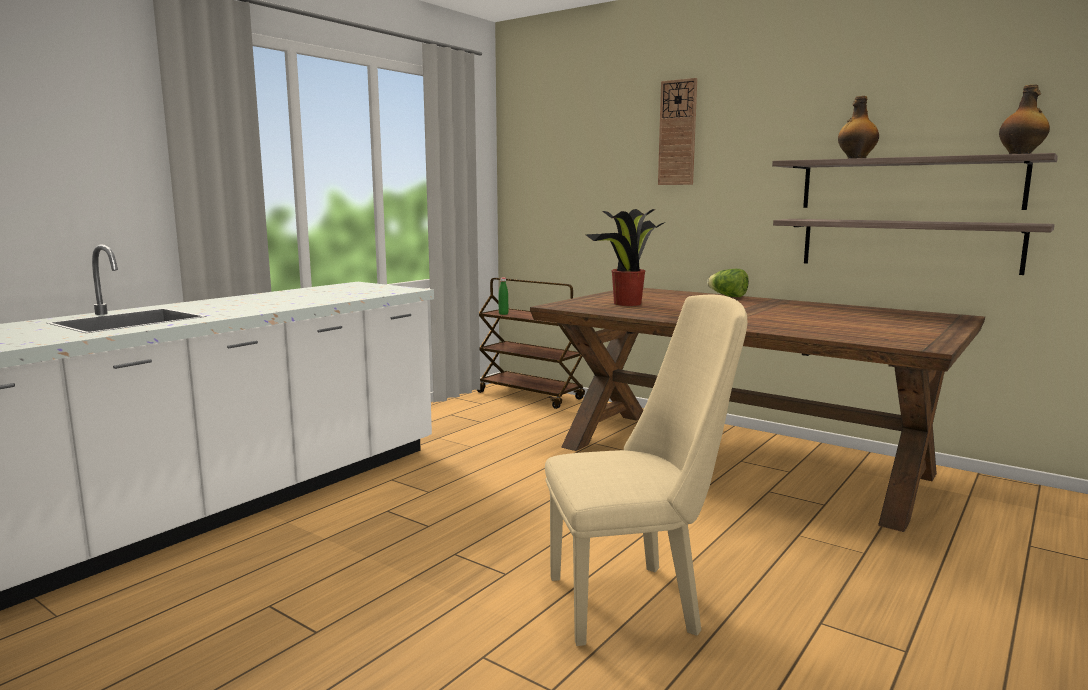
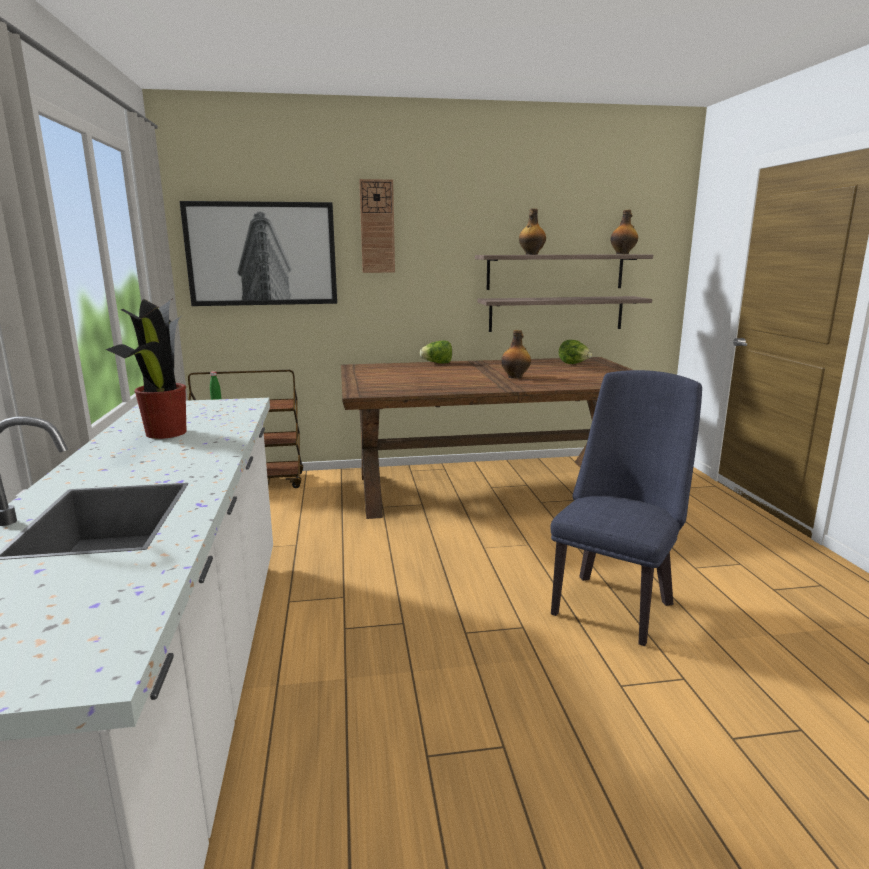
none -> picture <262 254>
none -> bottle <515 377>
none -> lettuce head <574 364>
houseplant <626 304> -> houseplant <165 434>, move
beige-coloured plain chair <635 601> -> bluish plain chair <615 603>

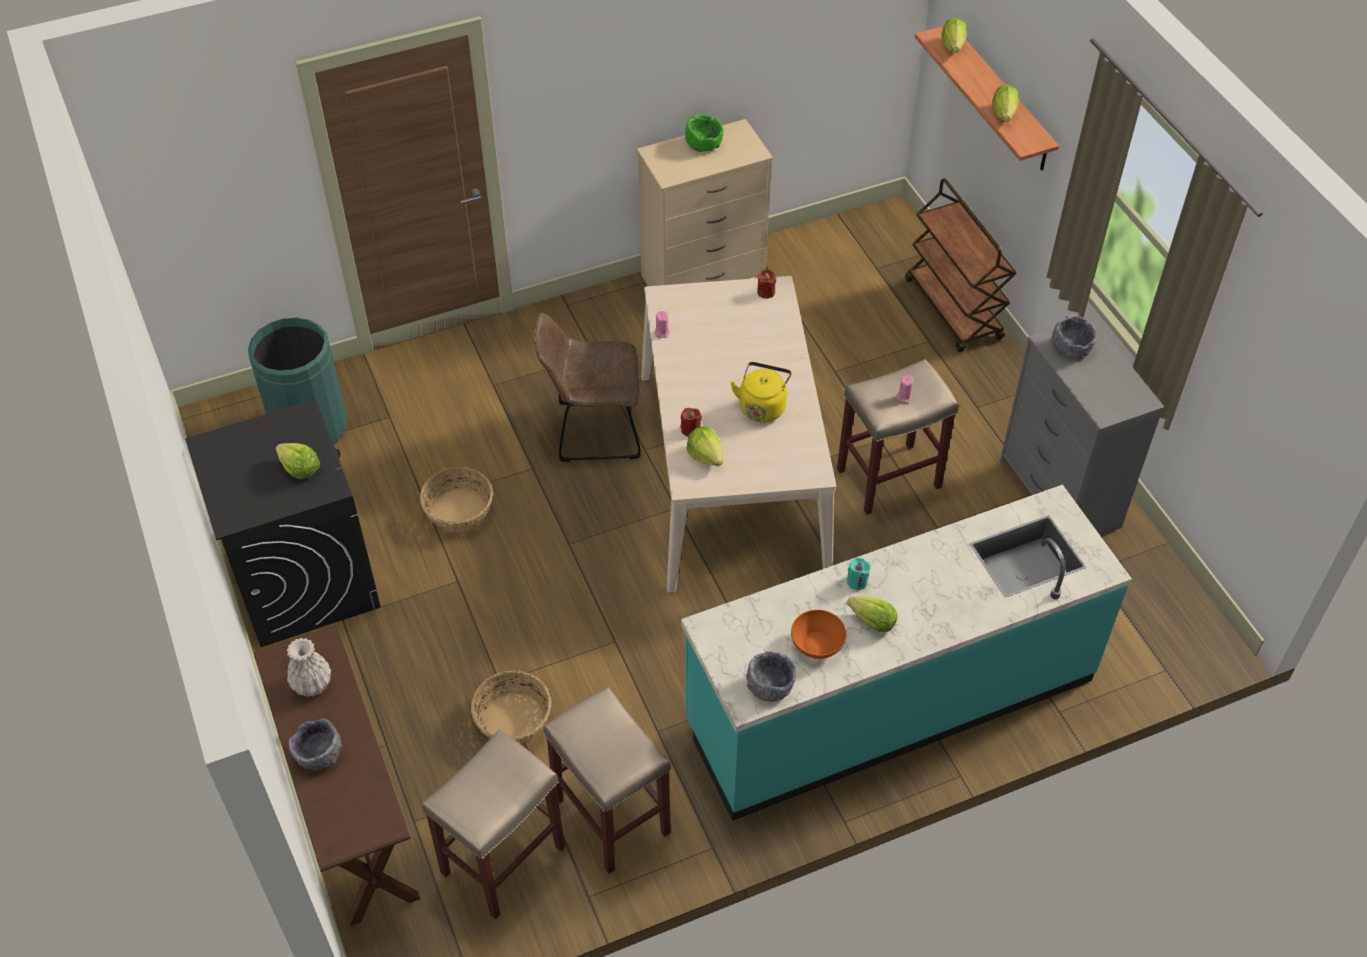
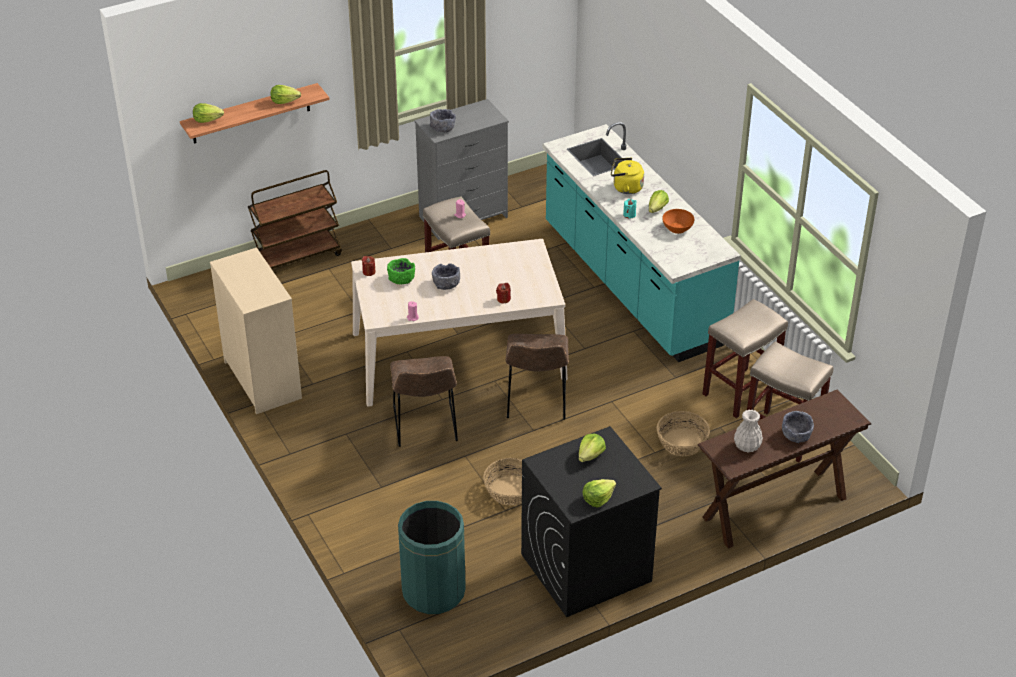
none -> brownish plain chair <536 402>
greenish bowl <704 143> -> greenish bowl <401 278>, move
lettuce head <706 455> -> lettuce head <598 498>, move
yellowish kettle <762 406> -> yellowish kettle <625 188>, move
grey bowl <770 685> -> grey bowl <446 284>, move

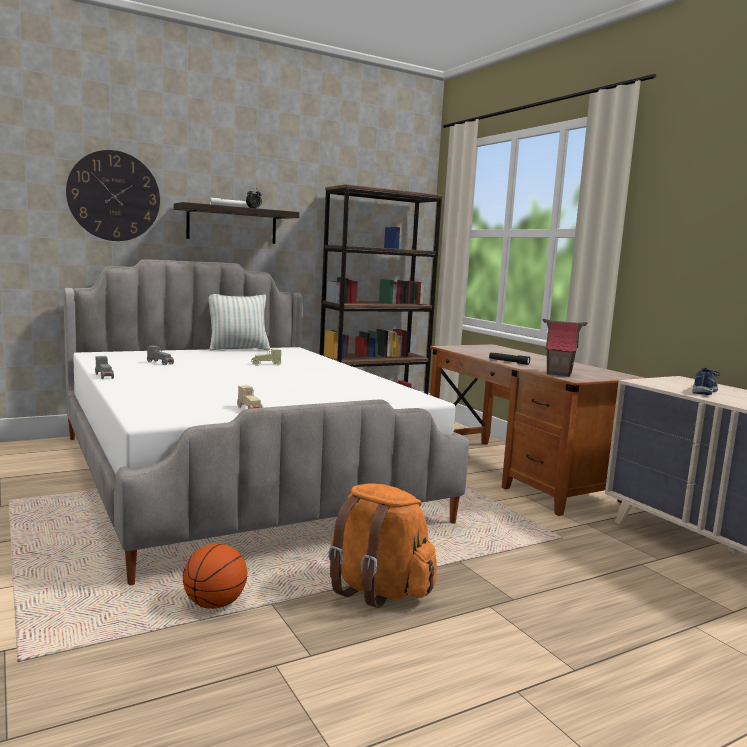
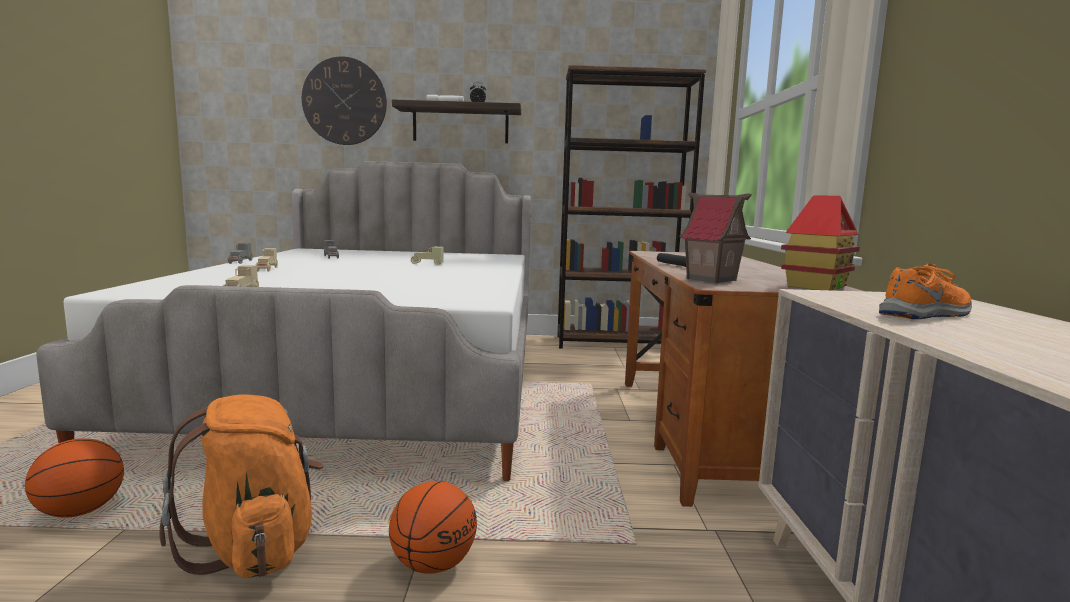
cushion <238 349> -> none
none -> beige-coloured miniature car <267 269>
none -> basketball ball <433 564>
none -> miniature house <816 286>
bluish item of footwear <704 391> -> orangey item of footwear <927 314>

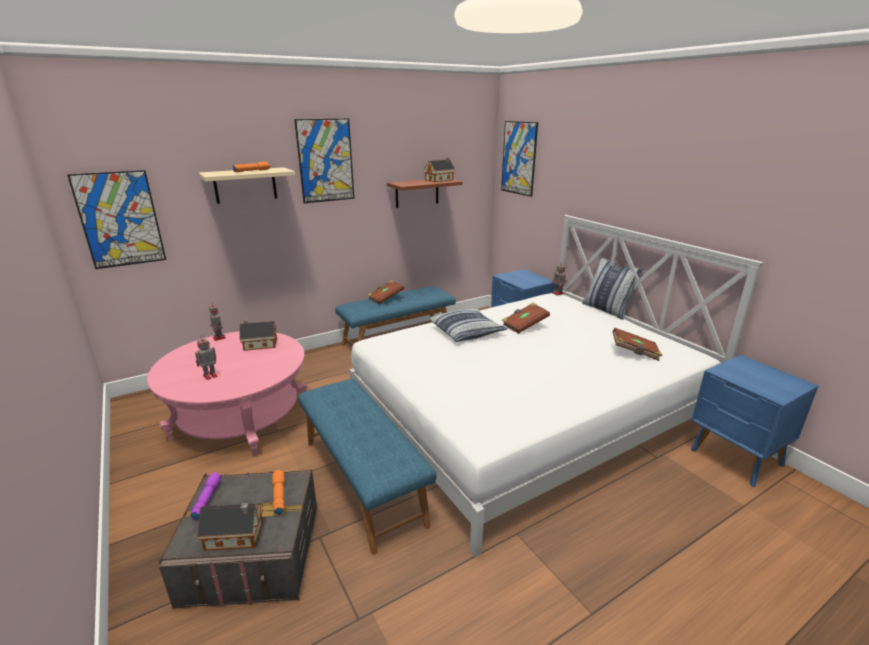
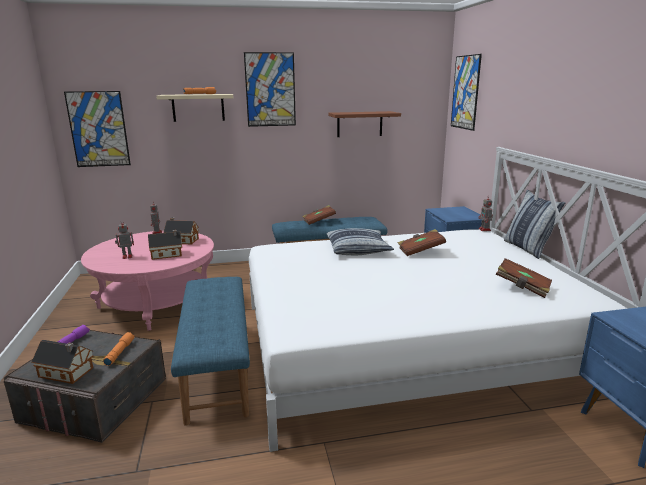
miniature house <440 180> -> miniature house <168 254>, move

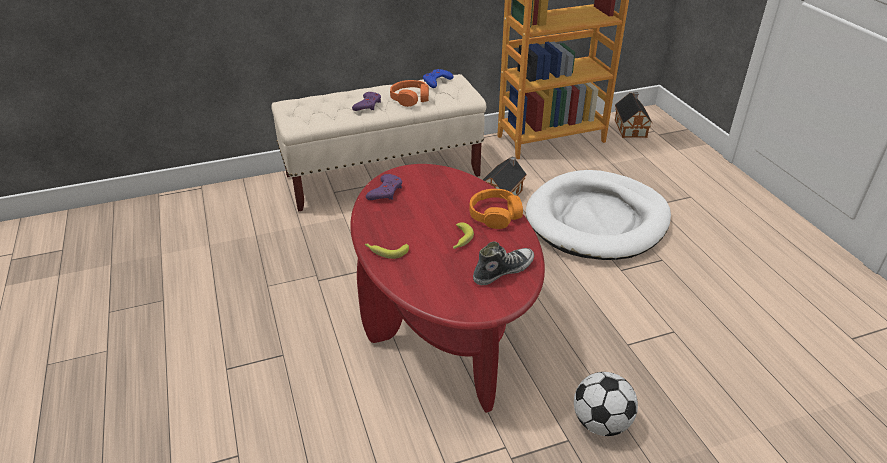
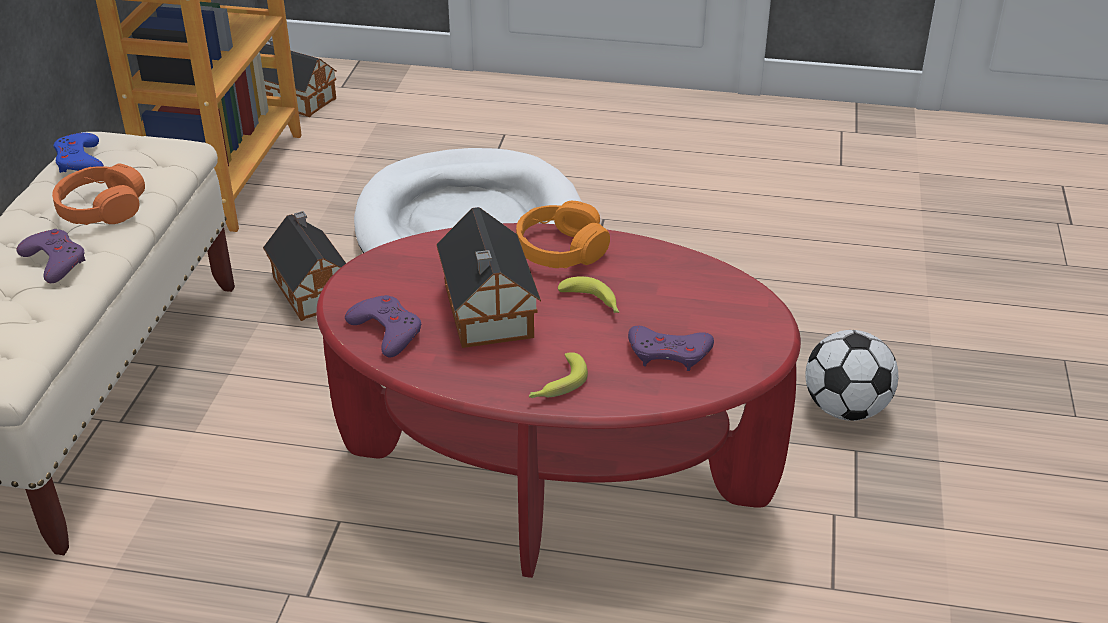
item of footwear <503 271> -> none
none -> miniature house <487 313>
none -> purple-coloured joypad <669 353>

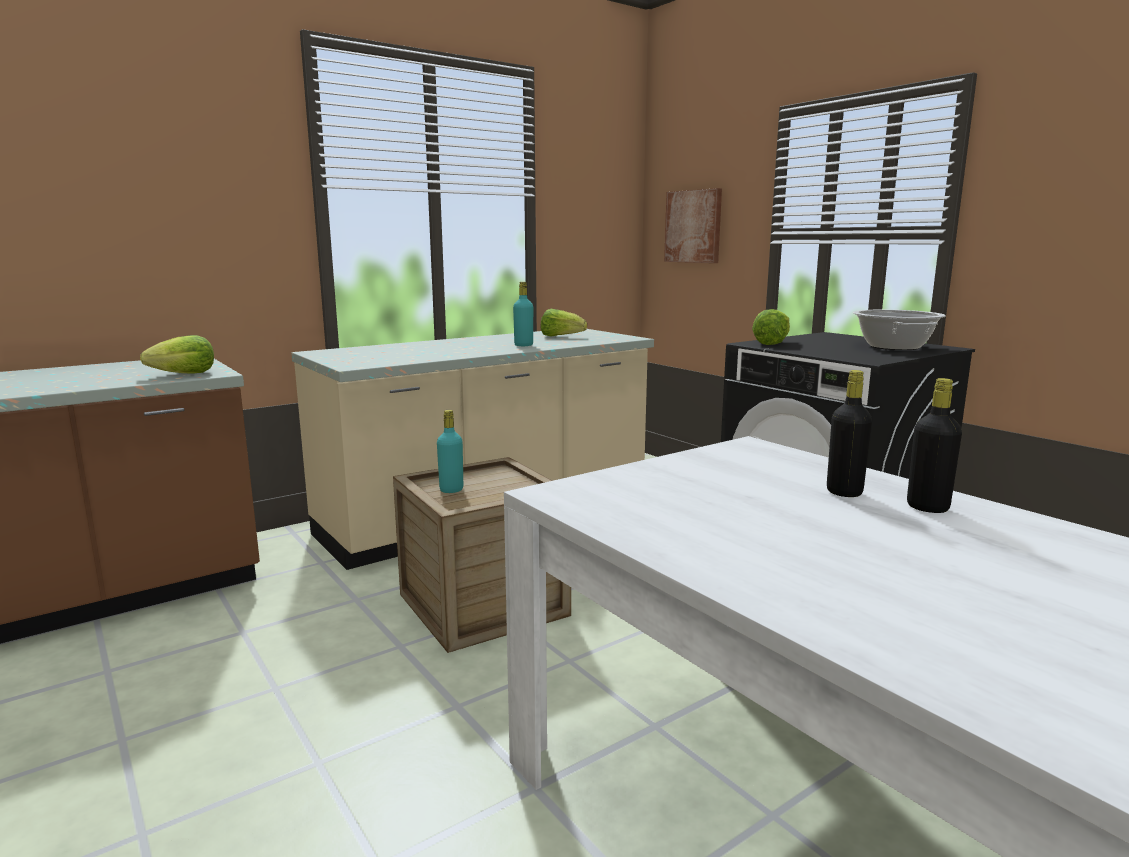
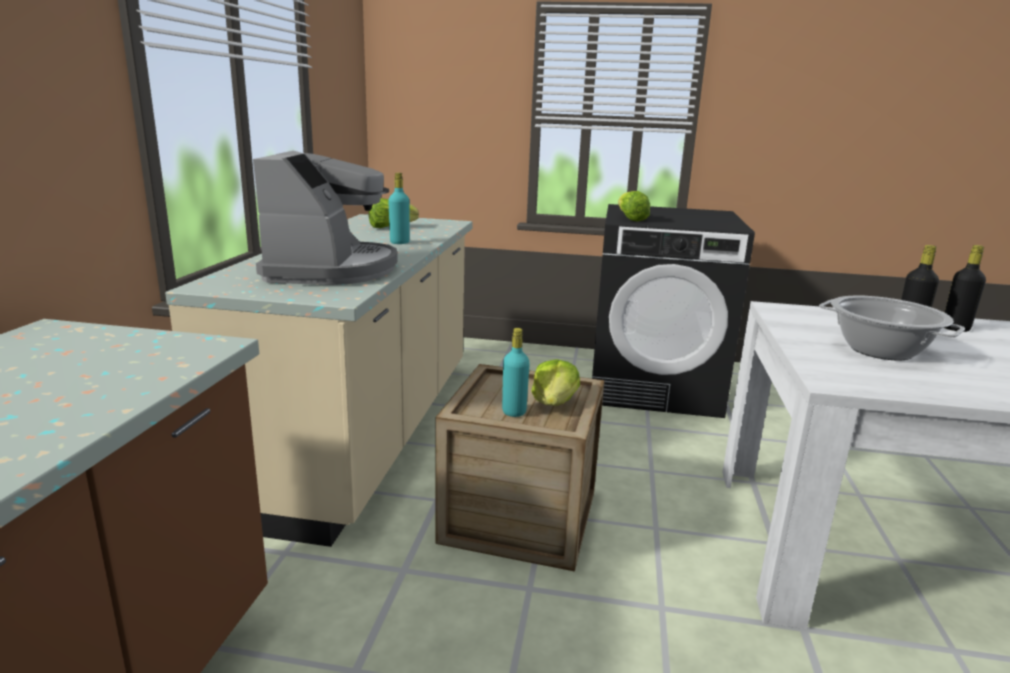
picture <693 226> -> none
none -> coffee brewer <332 269>
lettuce head <184 374> -> lettuce head <554 402>, move
cooking pot <893 347> -> cooking pot <880 350>, move

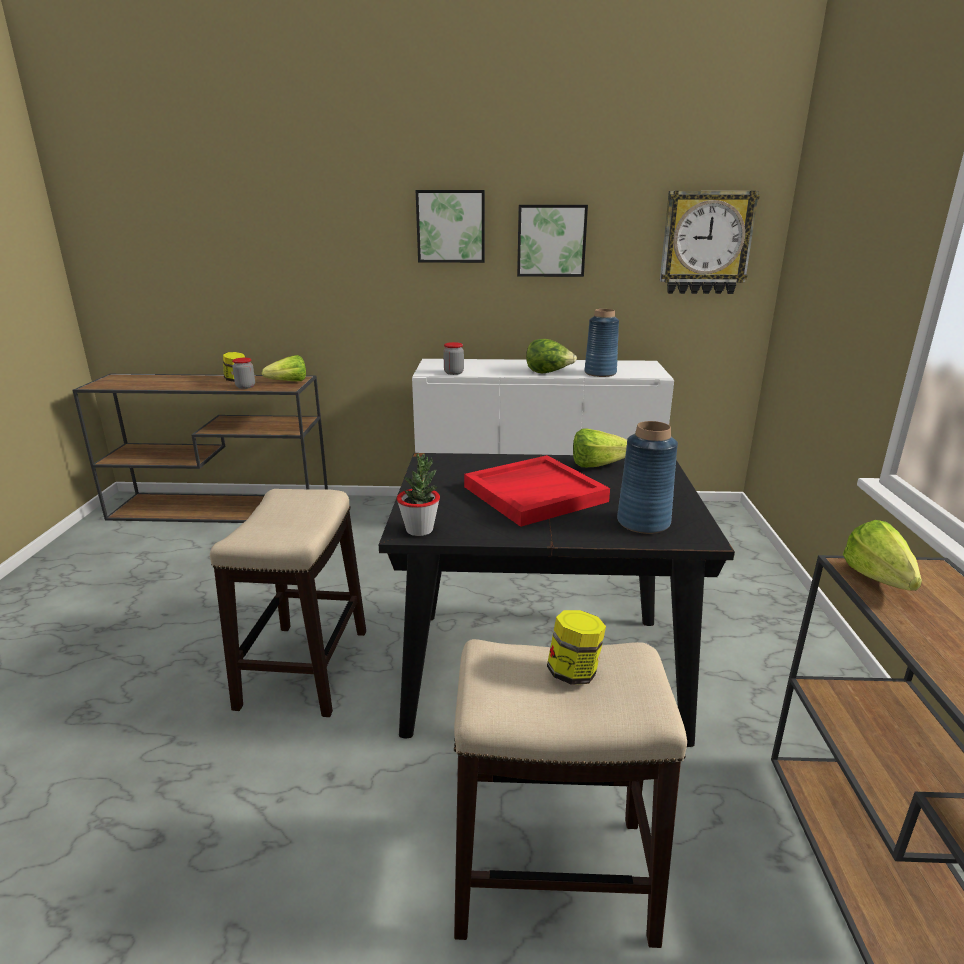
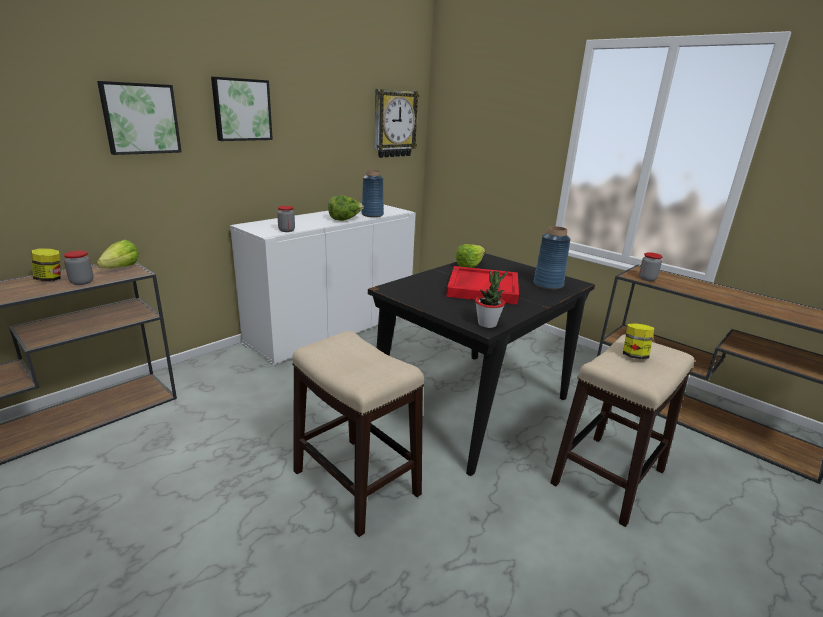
picture <551 240> -> picture <140 118>, move
lettuce head <880 584> -> preserve jar <647 279>

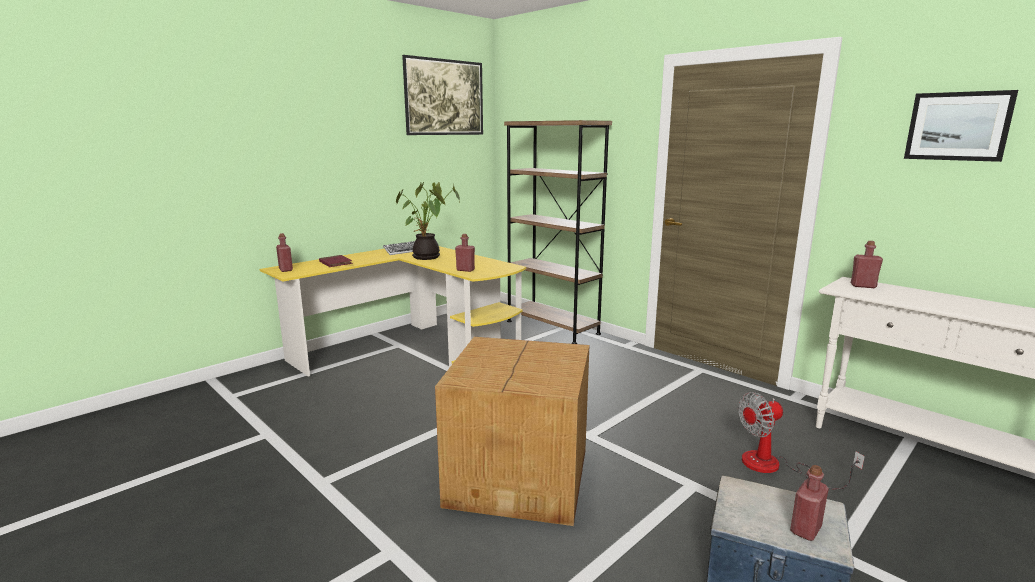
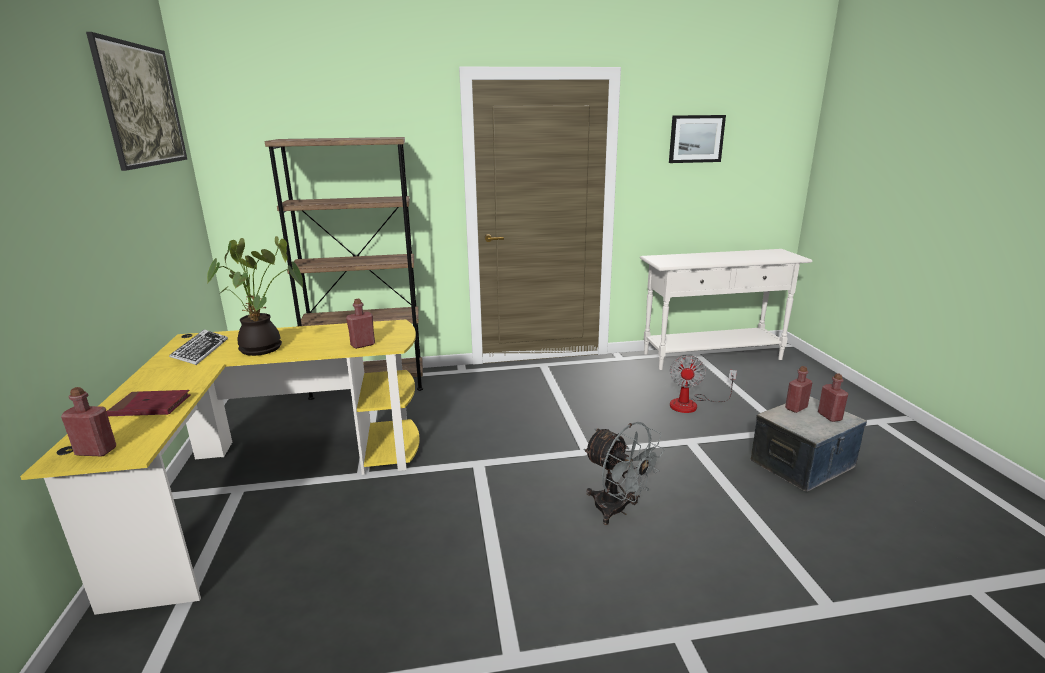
red-coloured bottle <863 286> -> red-coloured bottle <796 408>, move
carton <521 476> -> grey electric fan <617 510>

